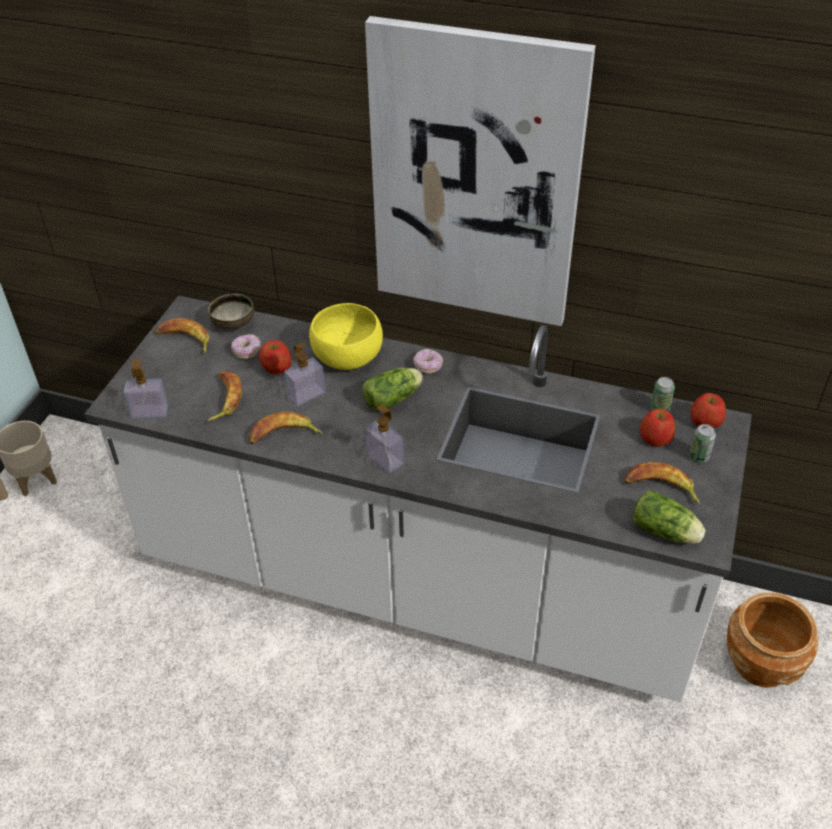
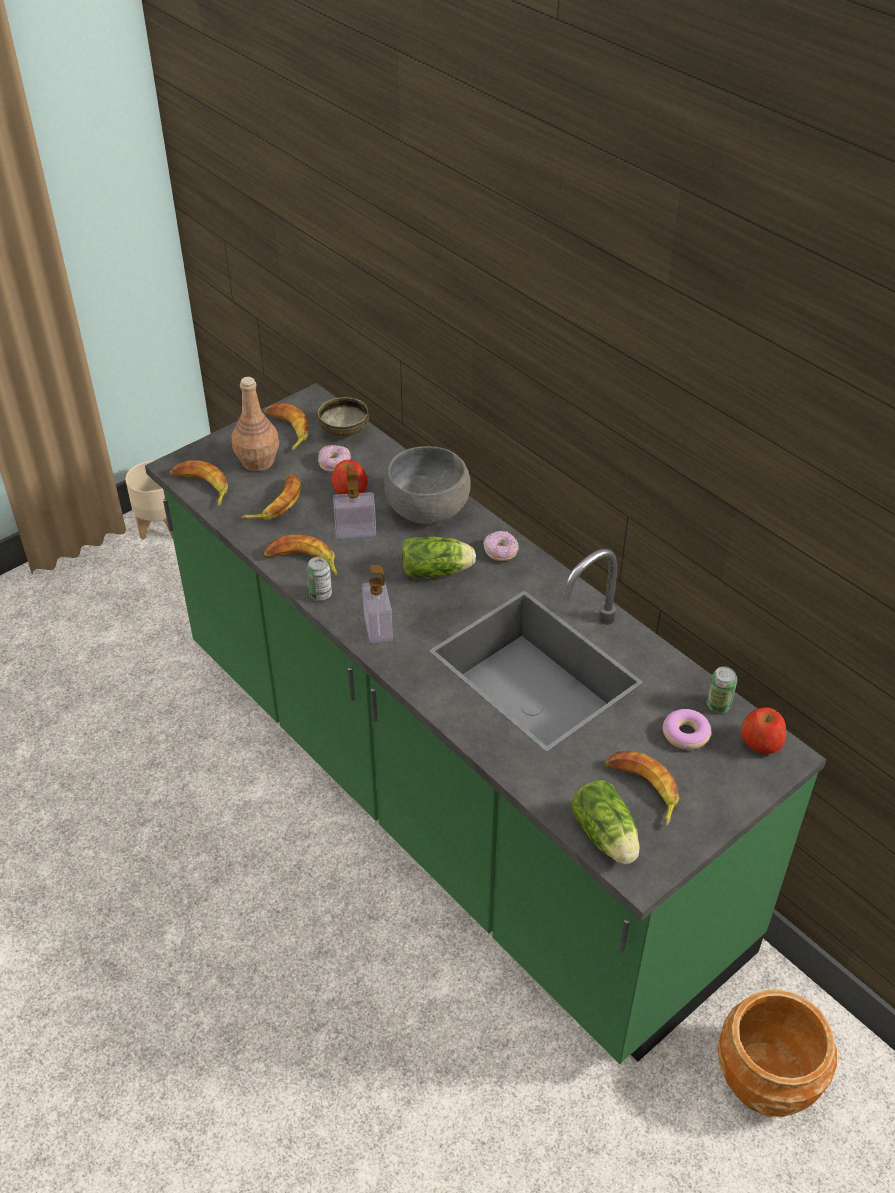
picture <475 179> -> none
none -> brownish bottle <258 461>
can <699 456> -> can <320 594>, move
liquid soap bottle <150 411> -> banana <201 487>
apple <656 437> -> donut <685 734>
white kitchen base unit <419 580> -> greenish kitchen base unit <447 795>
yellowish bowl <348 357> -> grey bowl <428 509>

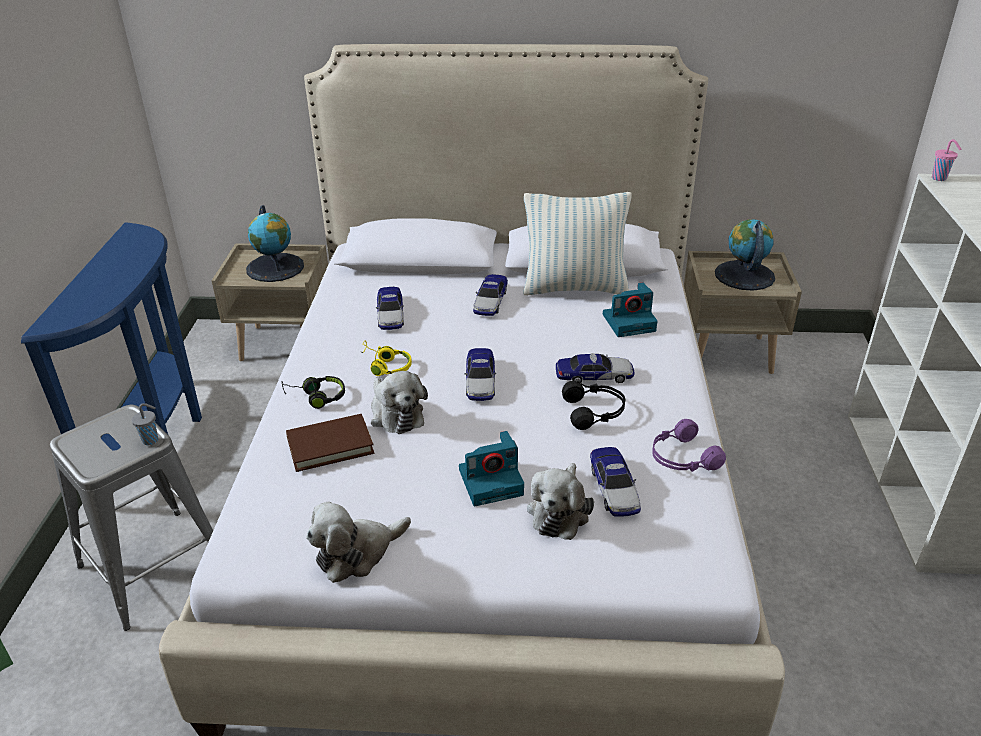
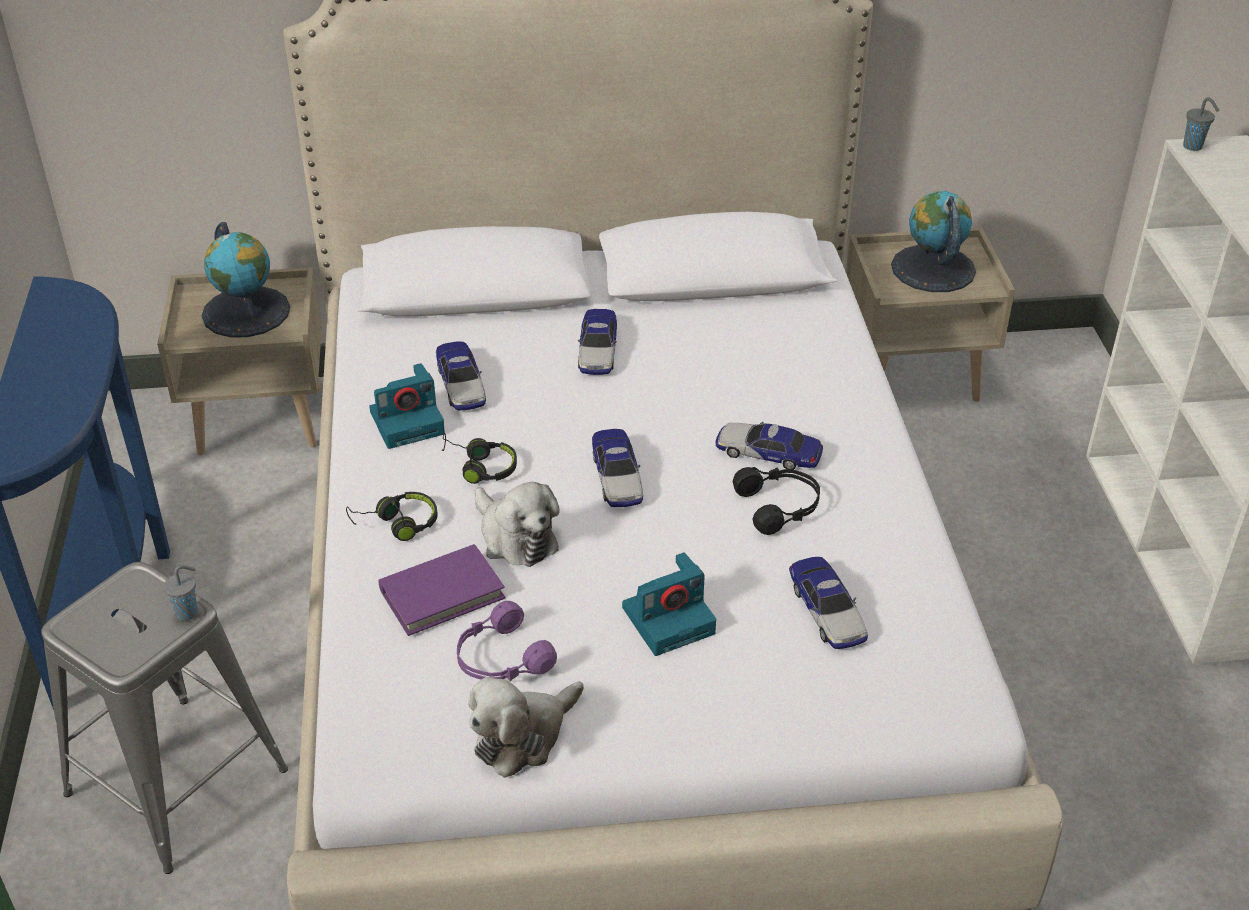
cushion <574 288> -> none
cuddly toy <559 511> -> none
still camera <630 322> -> still camera <408 421>, move
purple-coloured headphones <681 458> -> purple-coloured headphones <500 659>, move
brownish bound book <330 446> -> purple-coloured bound book <442 594>
yellowish headphones <385 366> -> black headphones <479 466>
pinkish small cup <939 179> -> grey small cup <1193 147>
miniature car <594 375> -> miniature car <768 453>, 150 degrees counterclockwise

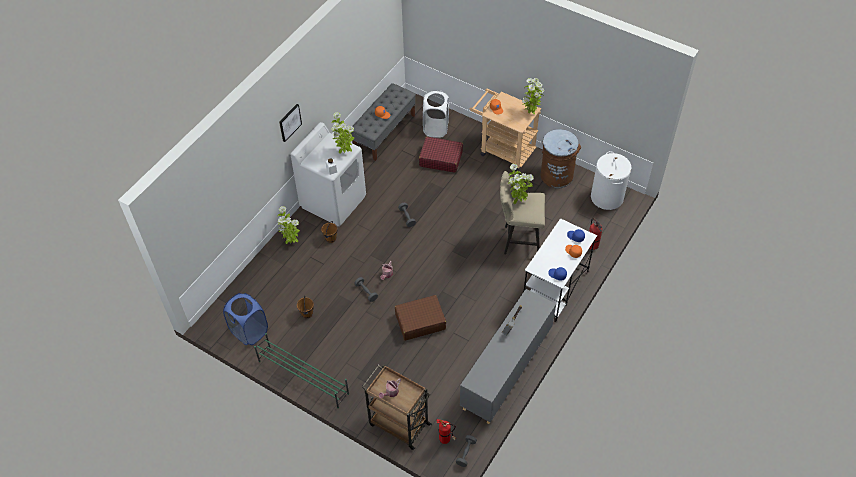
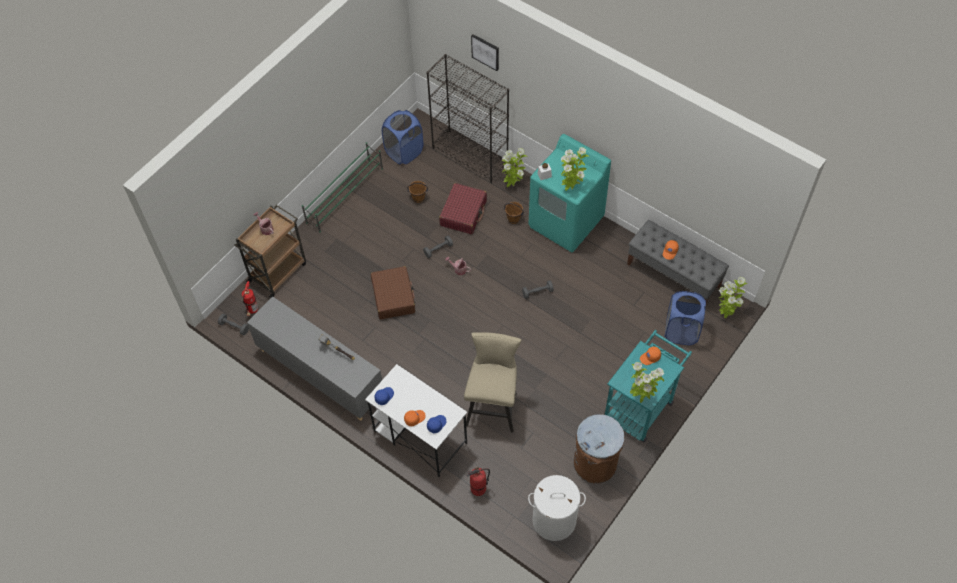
none -> black shelving unit <470 156>
picture <289 122> -> picture <485 51>, move
red-coloured travel case <440 159> -> red-coloured travel case <463 213>, move
houseplant <517 201> -> houseplant <726 313>, move
white laundry appliance <333 201> -> turquoise laundry appliance <566 222>
white hamper <436 128> -> bluish hamper <681 331>
beige-coloured wheeled cart <503 150> -> turquoise wheeled cart <641 405>

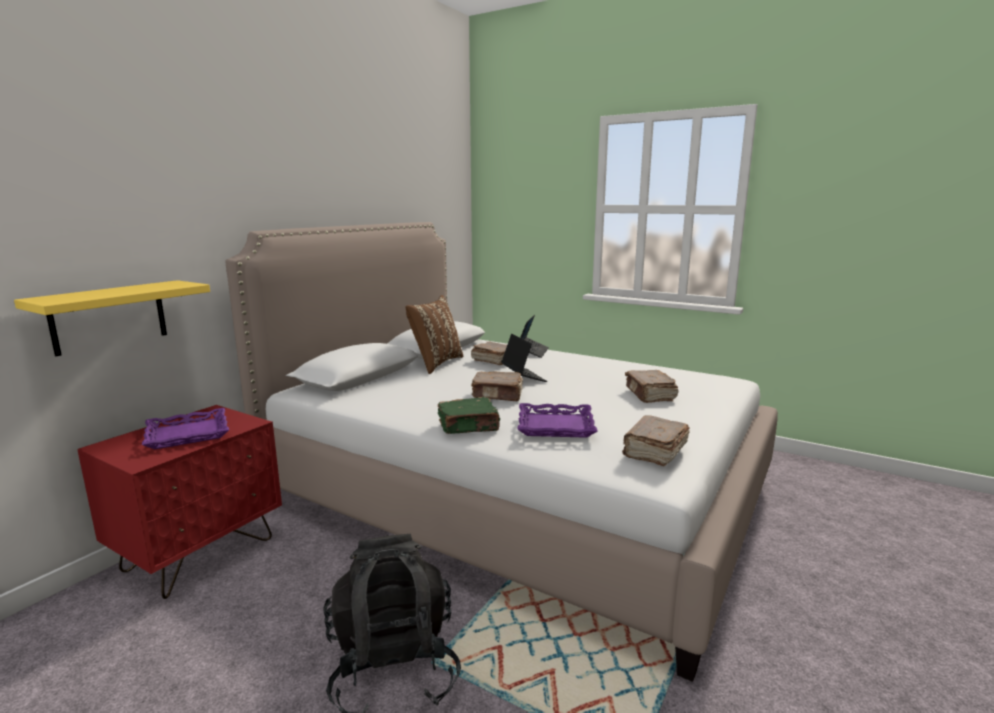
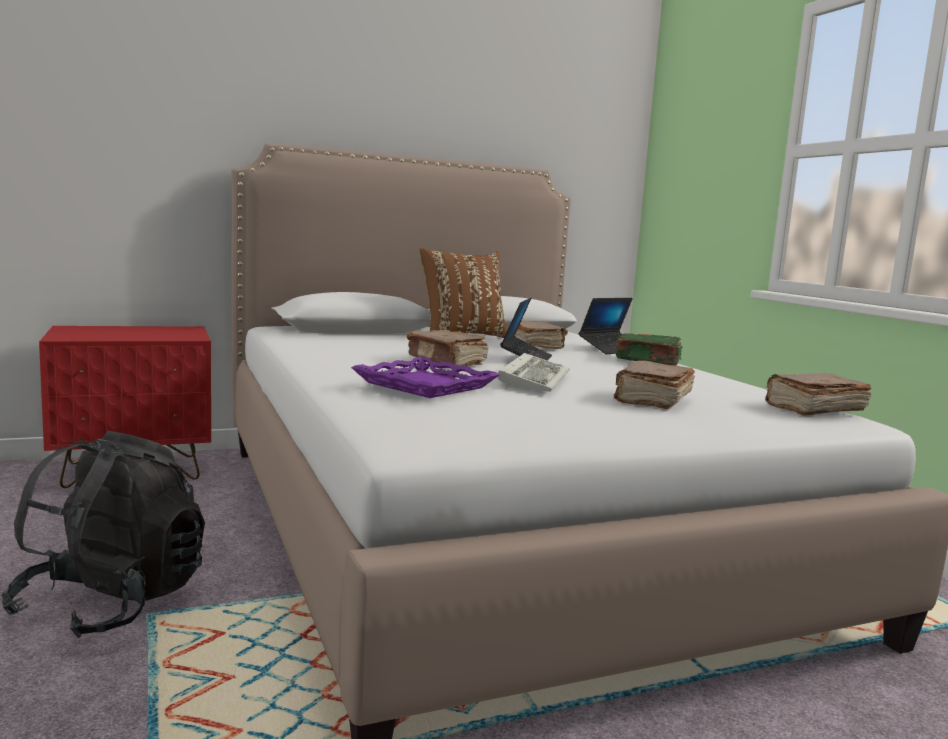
yellowish shelf <109 317> -> none
purple-coloured serving tray <188 434> -> none
none -> PC keyboard <534 378>
greenish bound book <469 426> -> greenish bound book <649 361>, move
brownish bound book <654 451> -> brownish bound book <813 409>, move

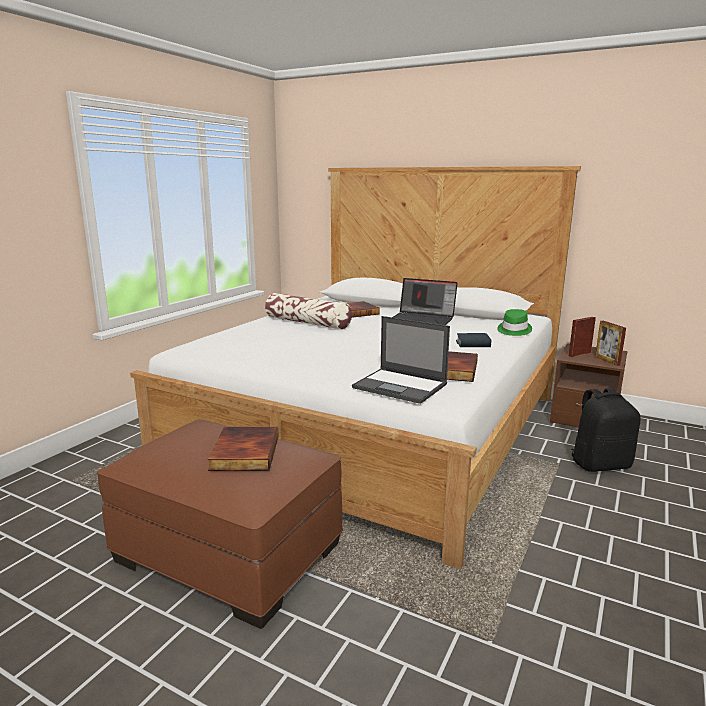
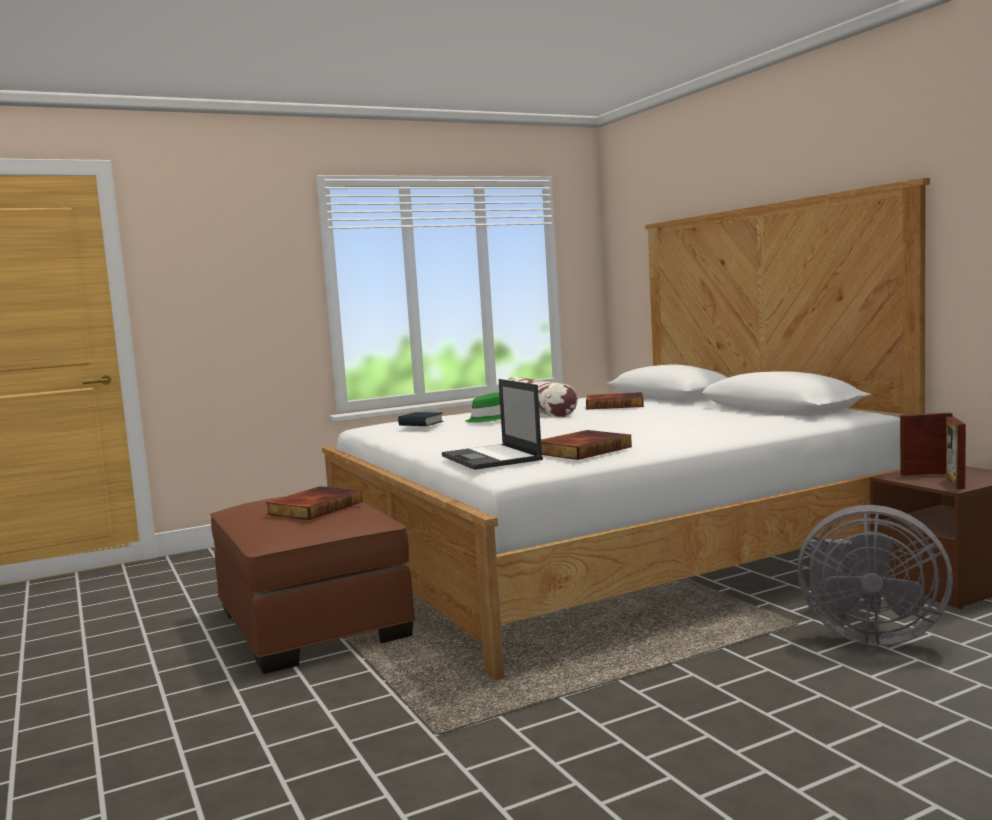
notebook computer <423 319> -> none
bound book <473 344> -> bound book <421 424>, move
greenish clothing hat <513 330> -> greenish clothing hat <488 418>, move
black rucksack <600 464> -> grey electric fan <867 635>

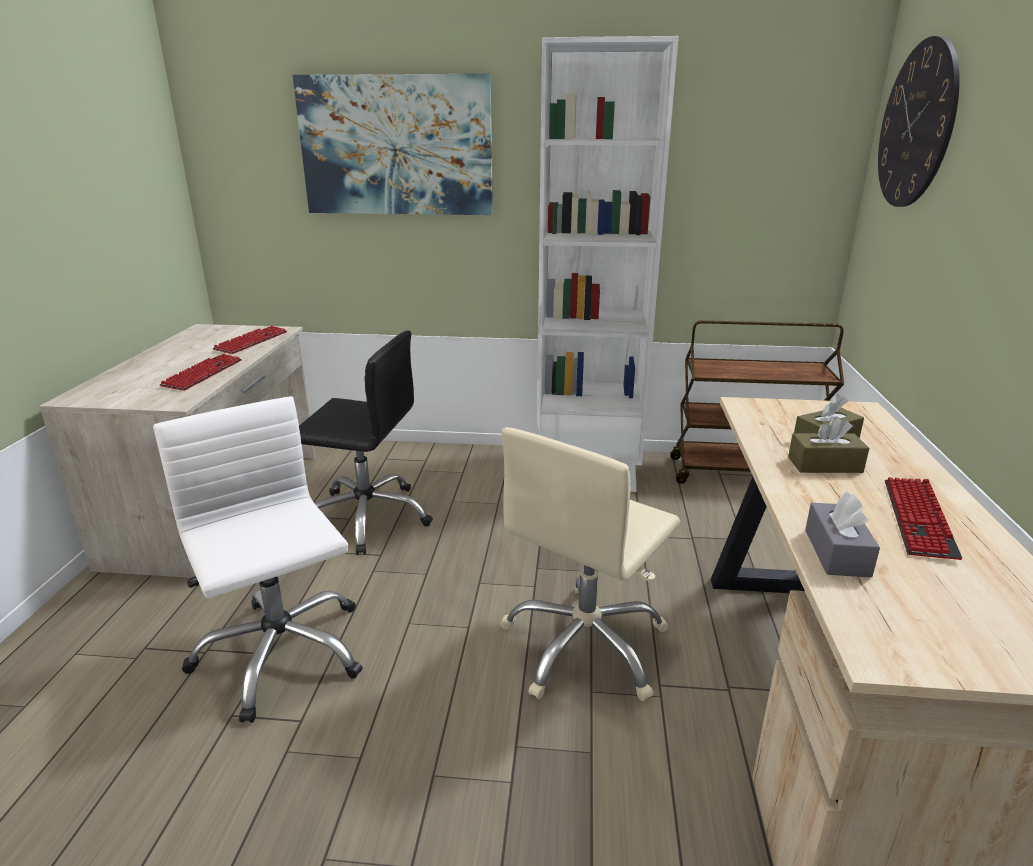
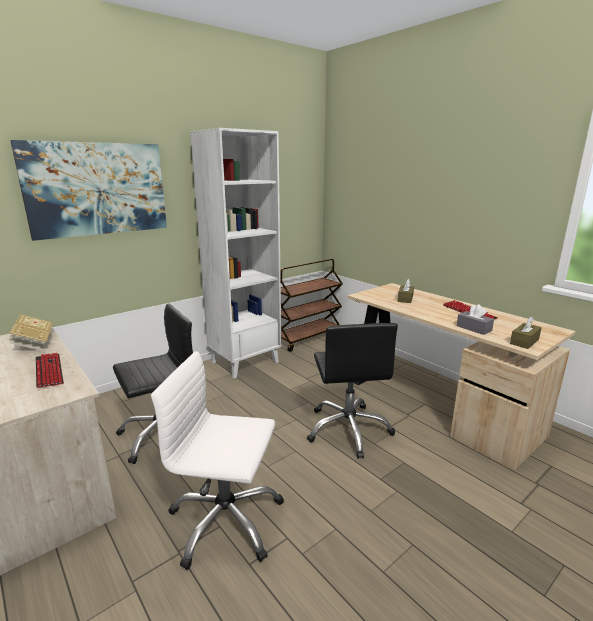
wall clock <916 125> -> none
brownish tissue box <825 465> -> brownish tissue box <524 341>, move
PC keyboard <252 341> -> bound book <34 343>
beige-coloured computer chair <585 645> -> black computer chair <348 429>

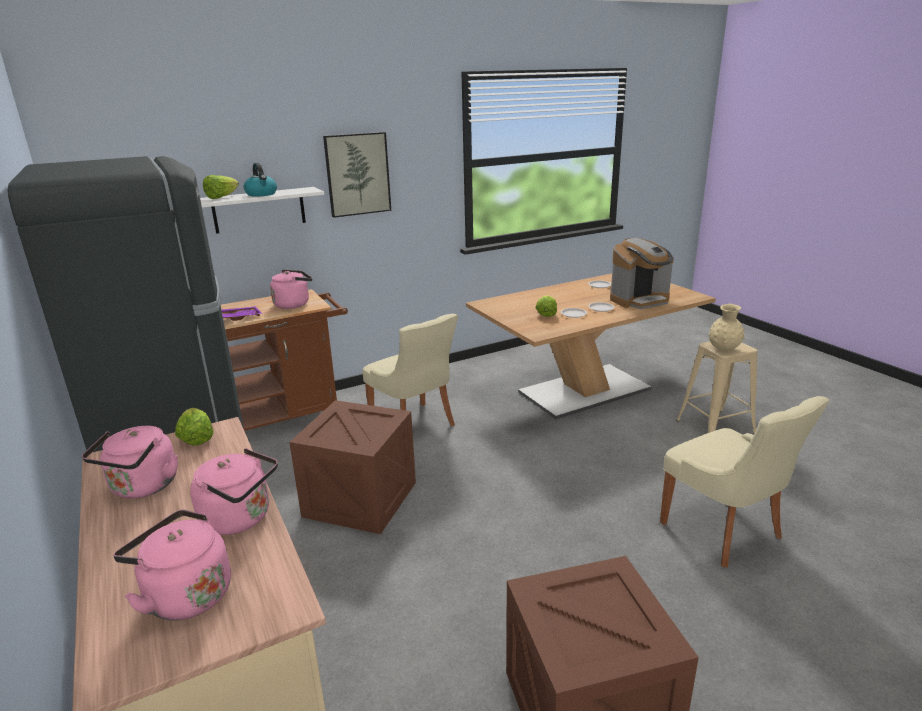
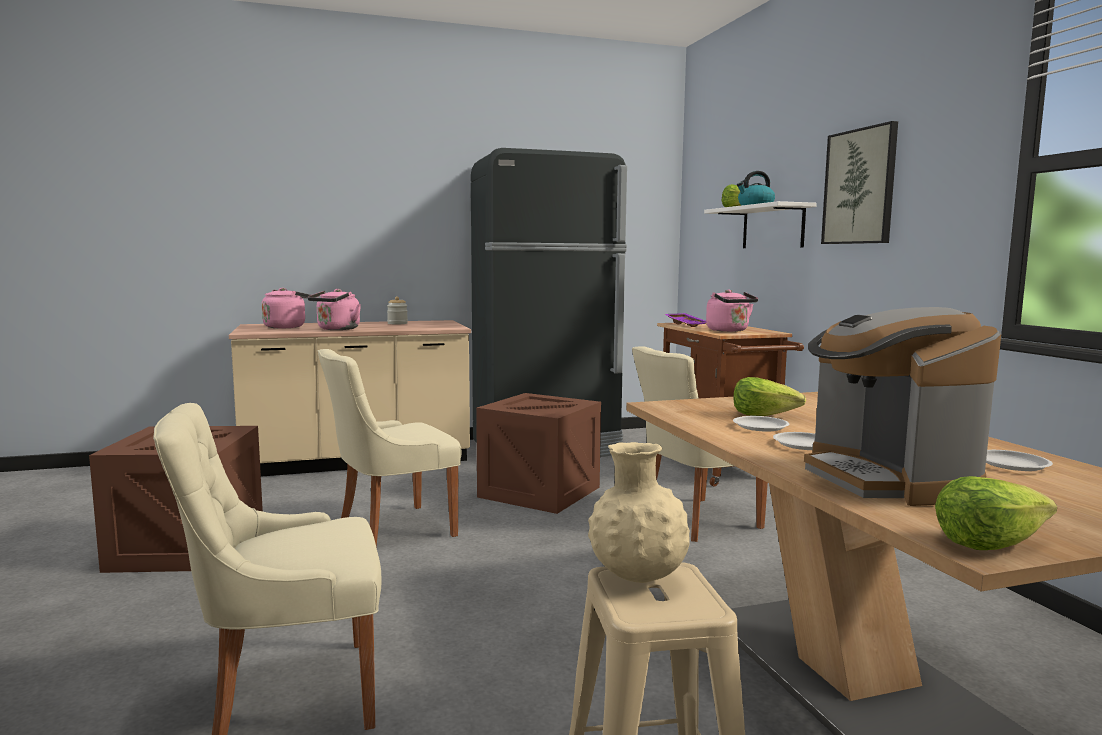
none -> beige-coloured plain chair <392 529>
lettuce head <196 438> -> lettuce head <988 542>, move
pinkish kettle <143 487> -> preserve jar <397 323>

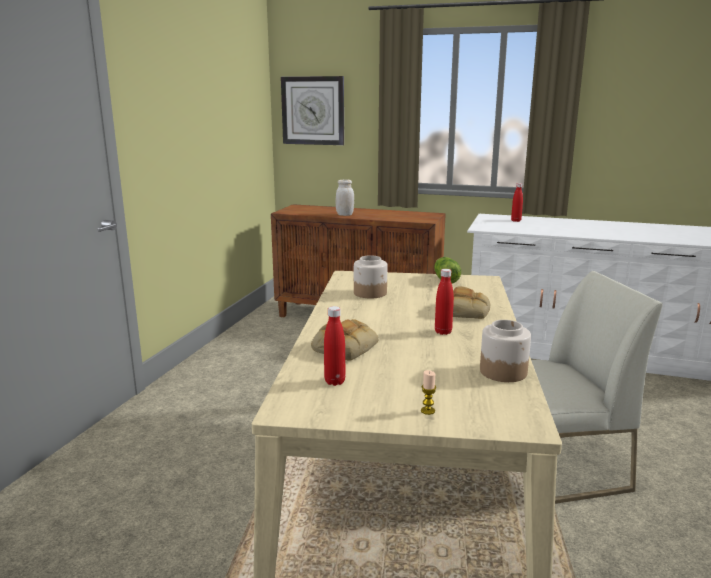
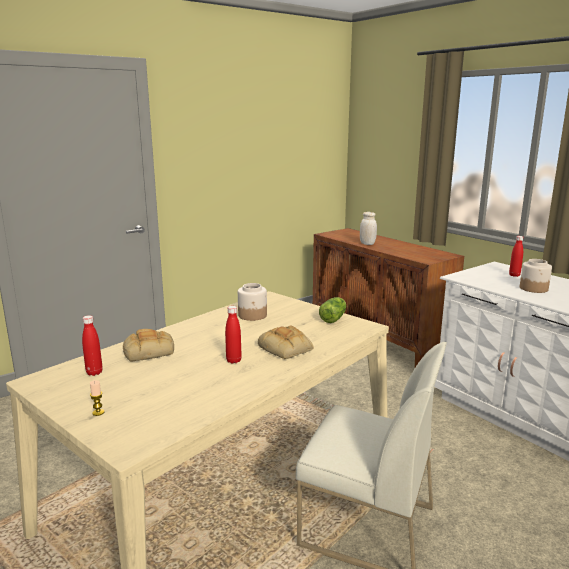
wall clock <313 110> -> none
preserve jar <503 372> -> preserve jar <534 288>, move

